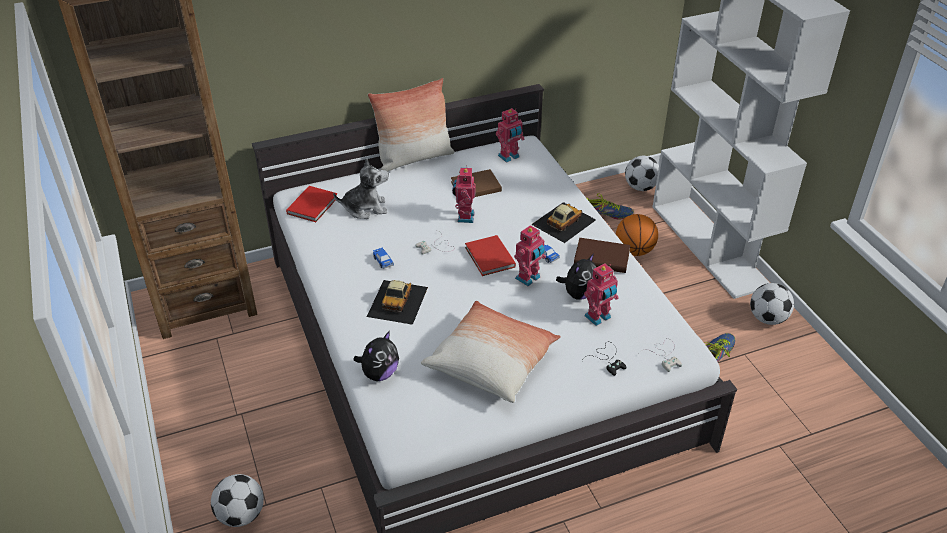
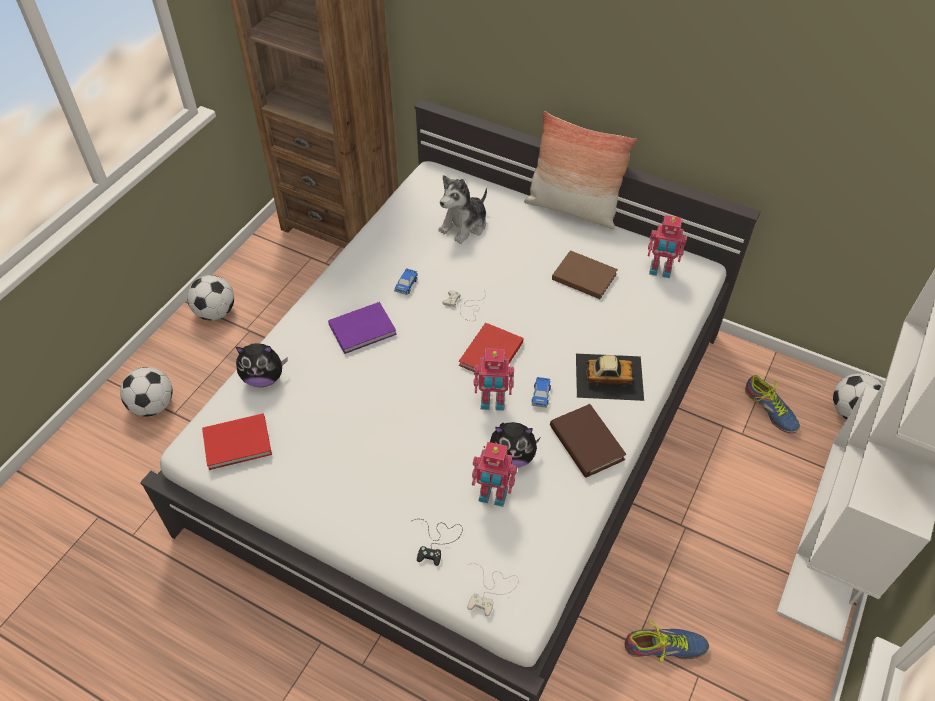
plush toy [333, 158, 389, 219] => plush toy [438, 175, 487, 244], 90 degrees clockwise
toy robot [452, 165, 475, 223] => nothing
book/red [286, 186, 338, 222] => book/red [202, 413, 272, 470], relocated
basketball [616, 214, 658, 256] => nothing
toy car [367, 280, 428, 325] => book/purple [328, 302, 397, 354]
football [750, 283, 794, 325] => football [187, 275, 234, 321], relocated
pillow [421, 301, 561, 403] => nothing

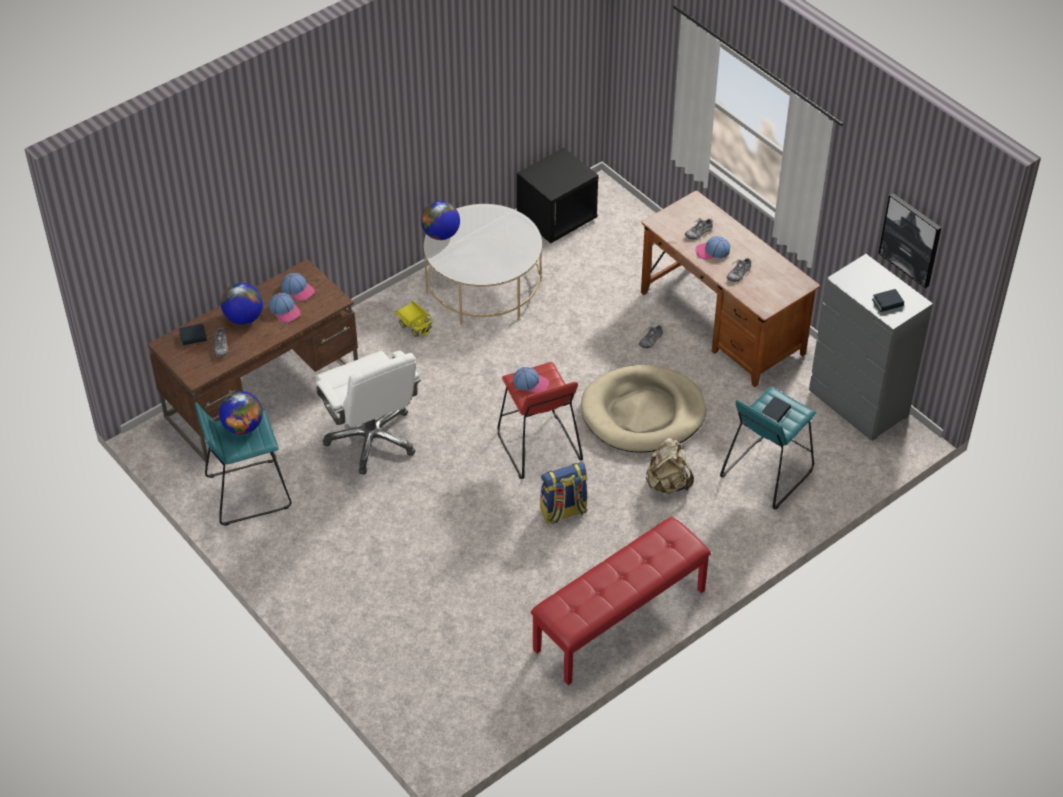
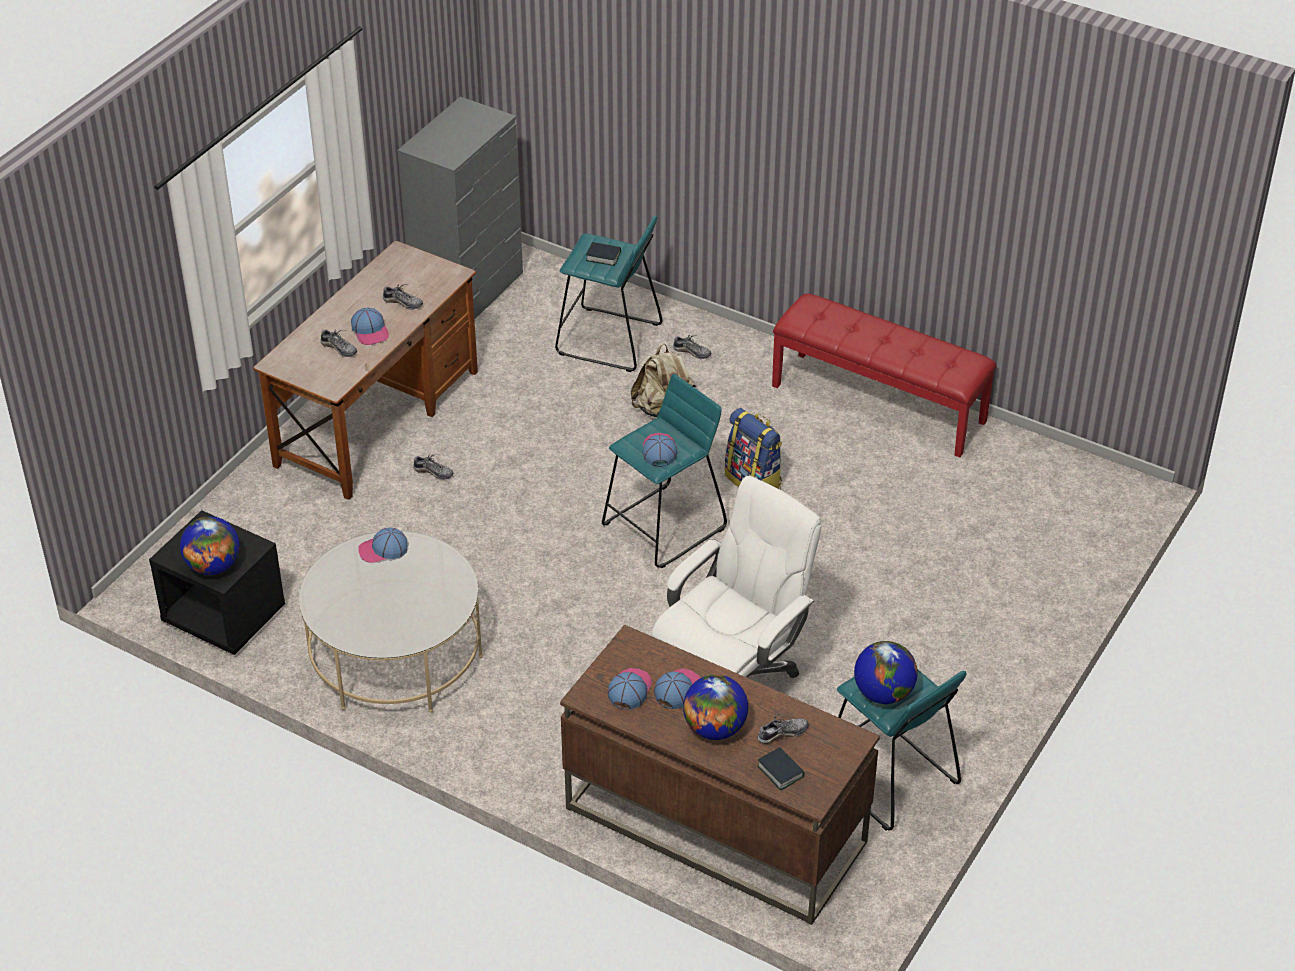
picture [878, 193, 941, 288] => nothing
globe [421, 201, 460, 240] => globe [180, 516, 240, 575], relocated
book [872, 289, 904, 312] => nothing
toy truck [396, 300, 432, 337] => nothing
stool/red [498, 362, 583, 479] => stool/turquoise [602, 374, 727, 568]
dog bed/beige [581, 365, 706, 453] => nothing
nothing => shoe [673, 335, 711, 359]
nothing => cap [358, 527, 408, 563]

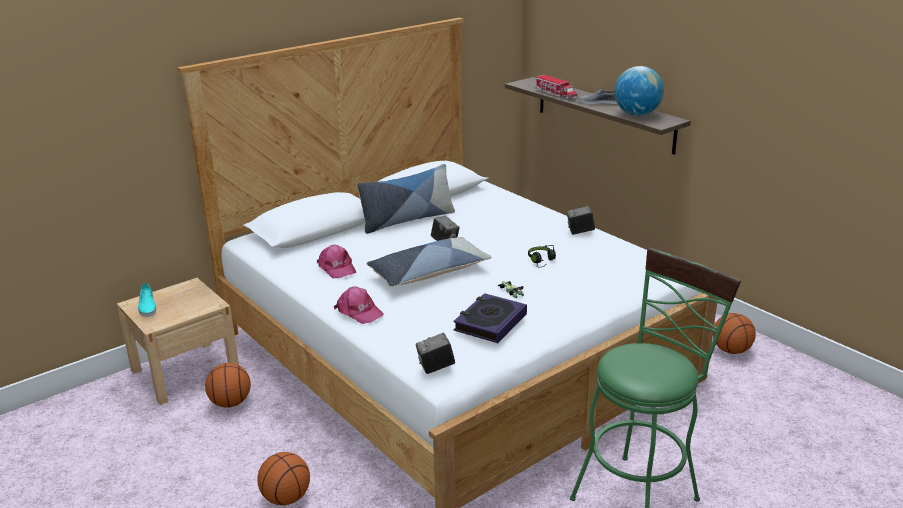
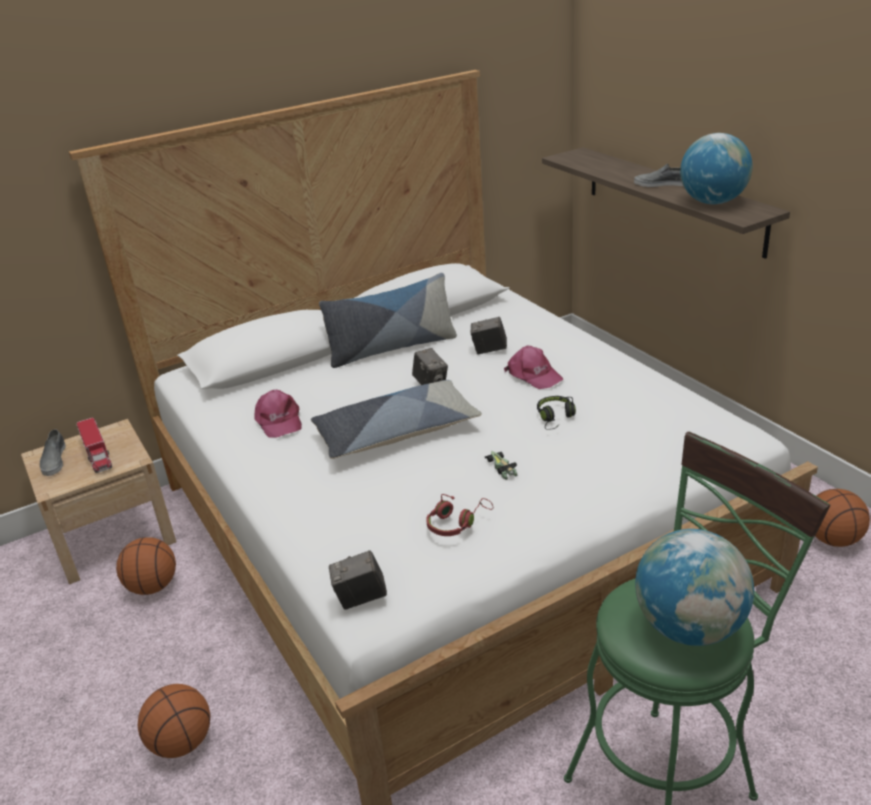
toy truck [535, 75, 578, 100] => toy truck [77, 418, 112, 473], relocated
photo camera [567, 206, 595, 235] => photo camera [471, 317, 507, 354], relocated
shoe/turquoise [138, 283, 156, 317] => shoe/grey [40, 429, 66, 476]
cap/pink [334, 286, 384, 324] => cap/pink [504, 346, 563, 389], relocated
book [453, 293, 527, 343] => headphones/red [426, 494, 493, 536]
nothing => globe [635, 529, 754, 646]

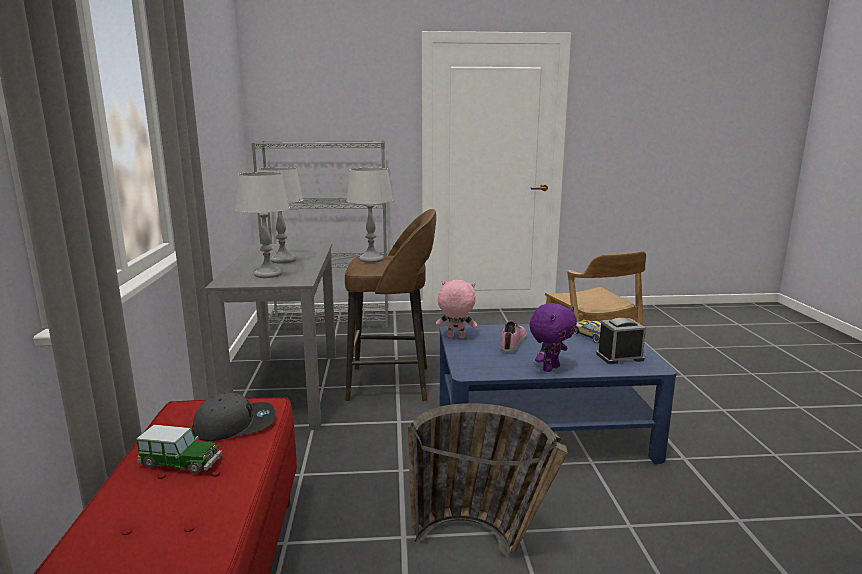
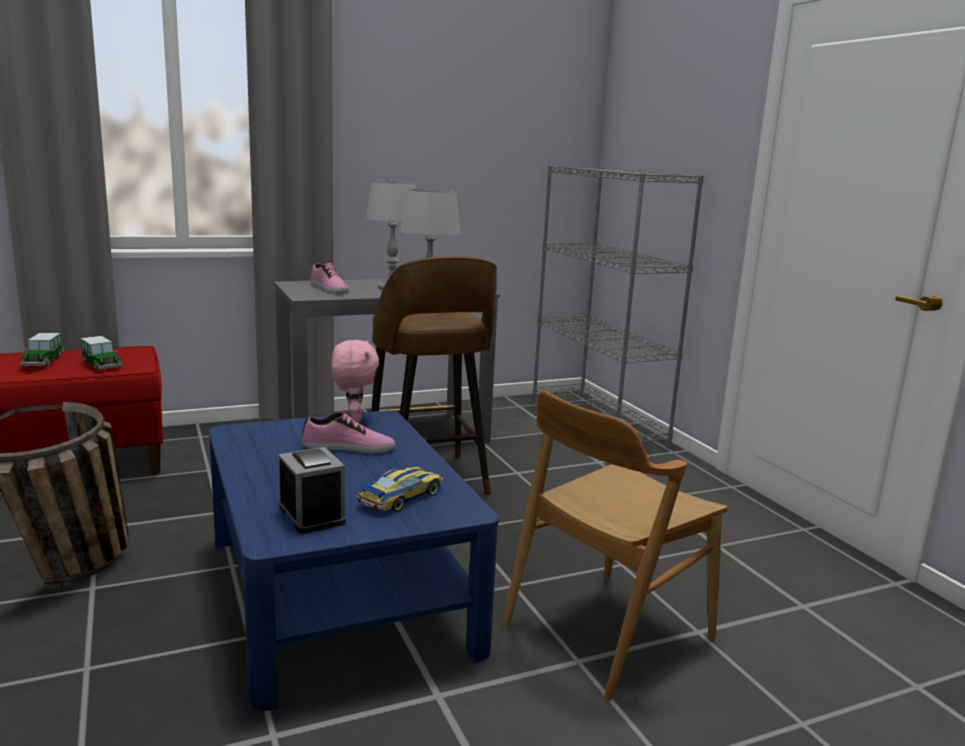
table lamp/grey [236, 172, 290, 278] => shoe [310, 263, 349, 293]
plush toy/purple [529, 303, 577, 372] => nothing
cap/grey [192, 393, 275, 441] => toy car [80, 336, 123, 371]

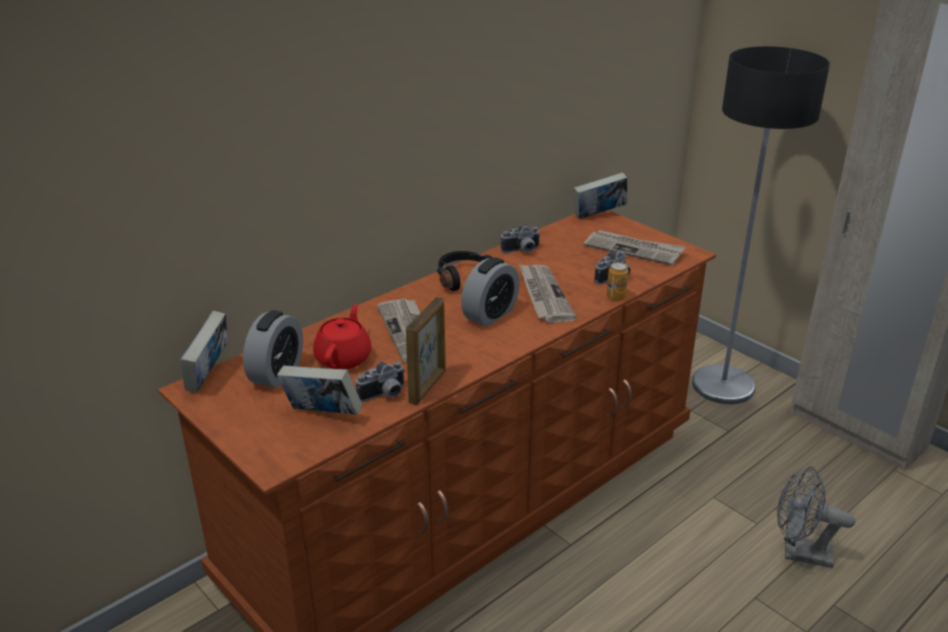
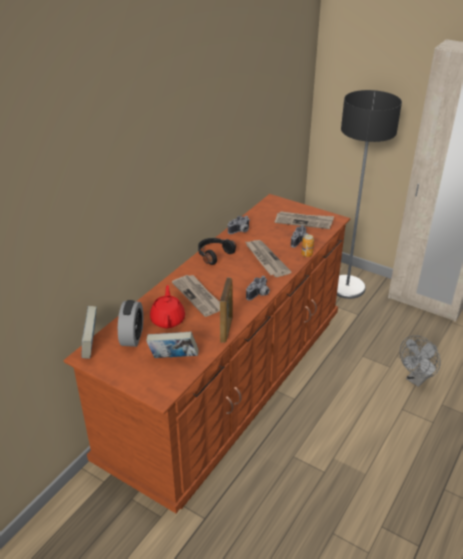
book [573, 172, 627, 219] => nothing
alarm clock [461, 257, 520, 327] => nothing
photo camera [356, 361, 405, 402] => photo camera [246, 276, 270, 301], relocated
fan/grey [777, 466, 855, 568] => fan/grey [400, 335, 441, 387], 45 degrees counterclockwise

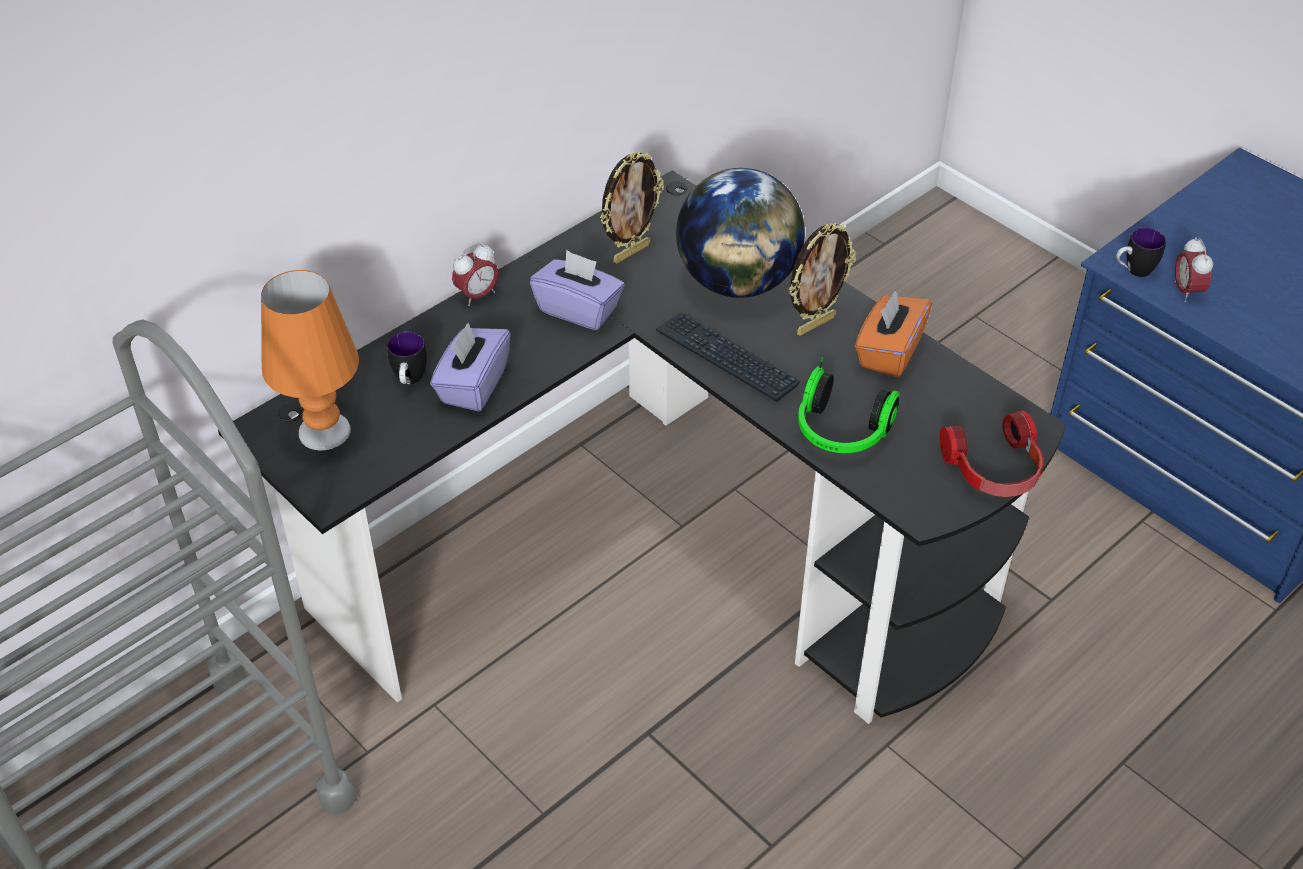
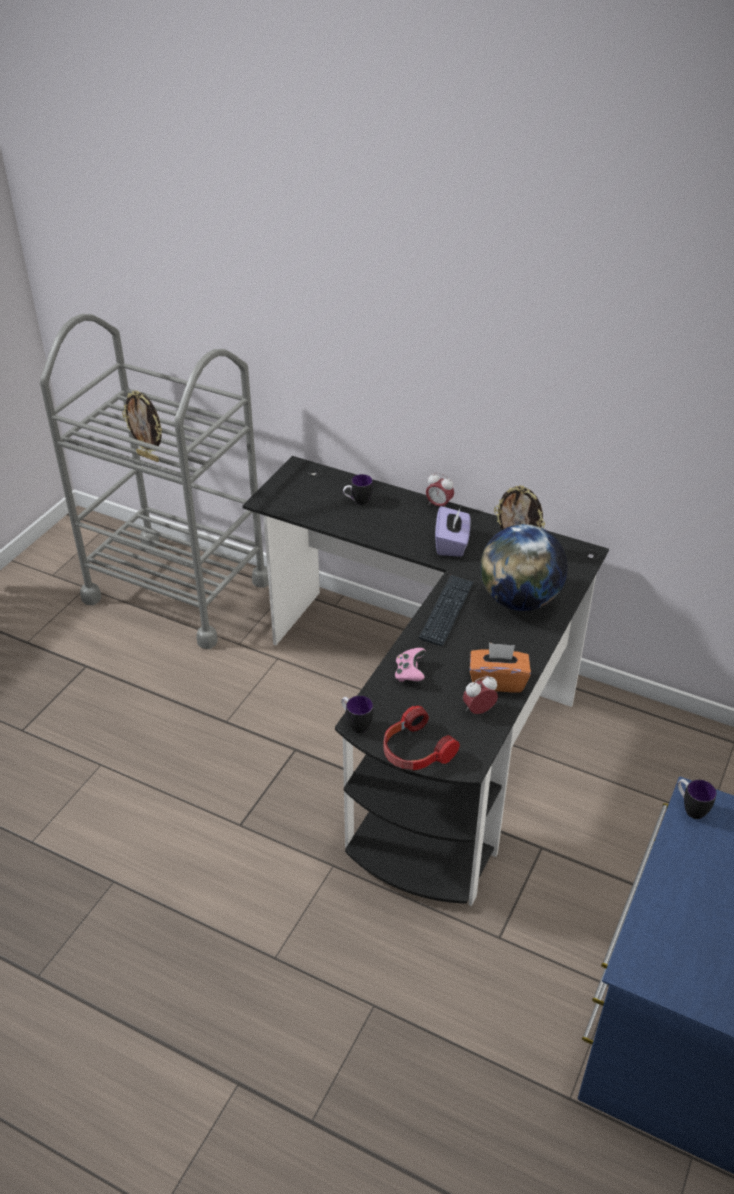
picture frame [789, 223, 856, 336] => picture frame [122, 391, 162, 462], relocated
alarm clock [1175, 237, 1213, 302] => alarm clock [463, 676, 498, 714], relocated
table lamp/orange [261, 270, 359, 450] => nothing
tissue box/purple [430, 323, 511, 412] => nothing
headphones [798, 357, 900, 453] => game controller/pink [395, 648, 426, 682]
nothing => mug [341, 696, 373, 733]

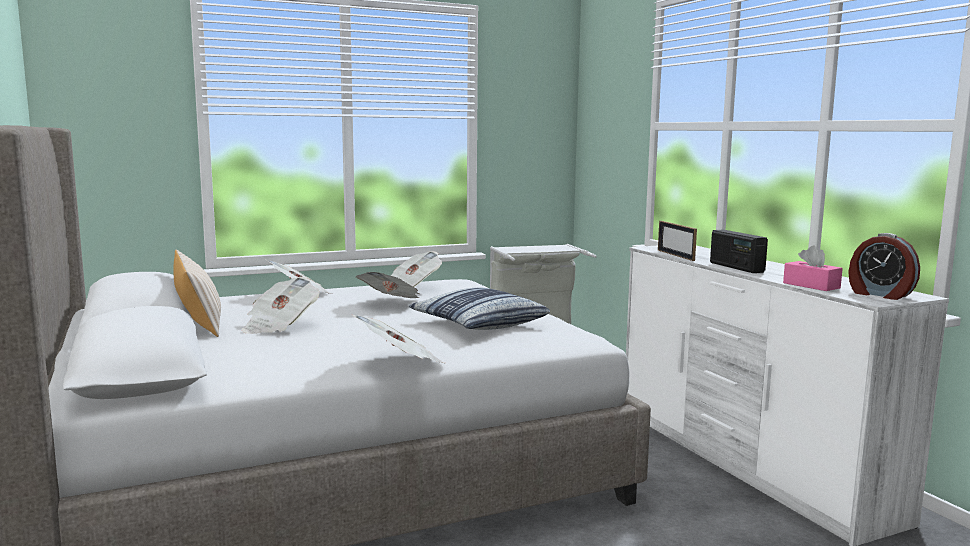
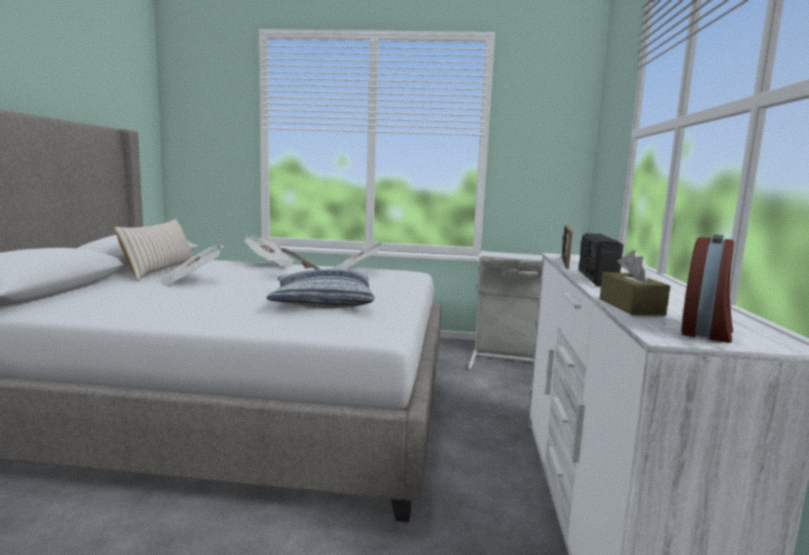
alarm clock [848, 233, 920, 300] => alarm clock [681, 234, 734, 343], 135 degrees counterclockwise
tissue box/pink [783, 246, 843, 291] => tissue box/brown [600, 250, 670, 316]
newspaper [353, 315, 445, 363] => nothing

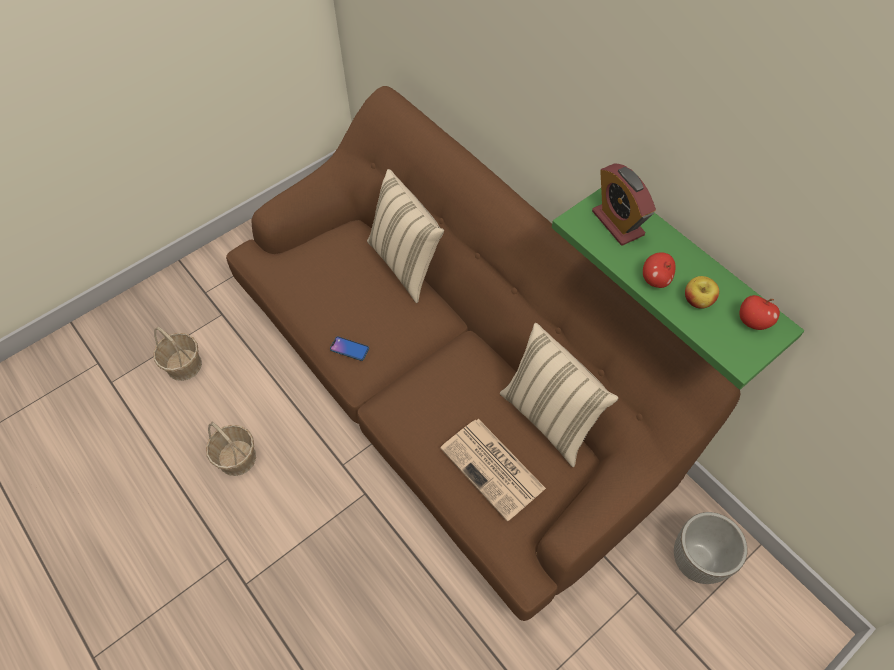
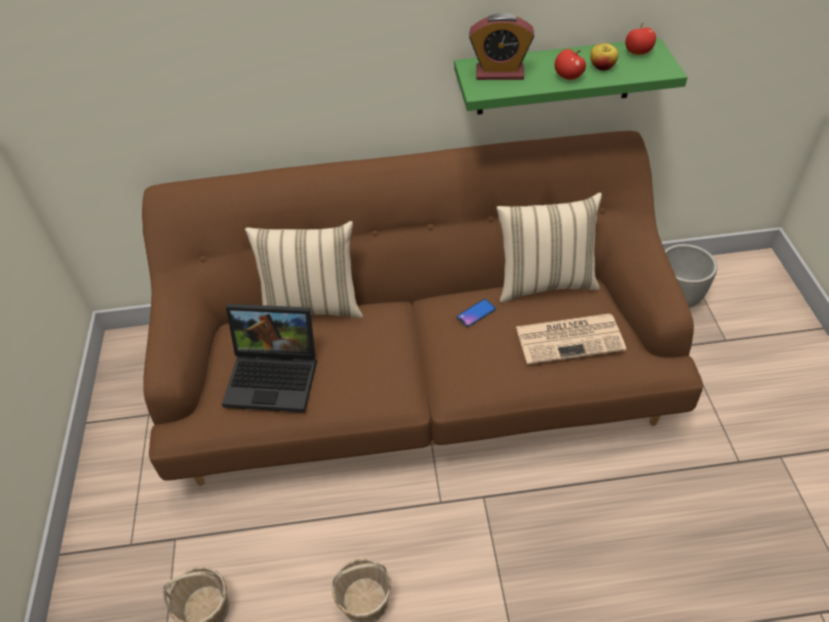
phone [330, 336, 369, 361] => phone [457, 299, 496, 327], relocated
nothing => laptop [222, 304, 317, 413]

